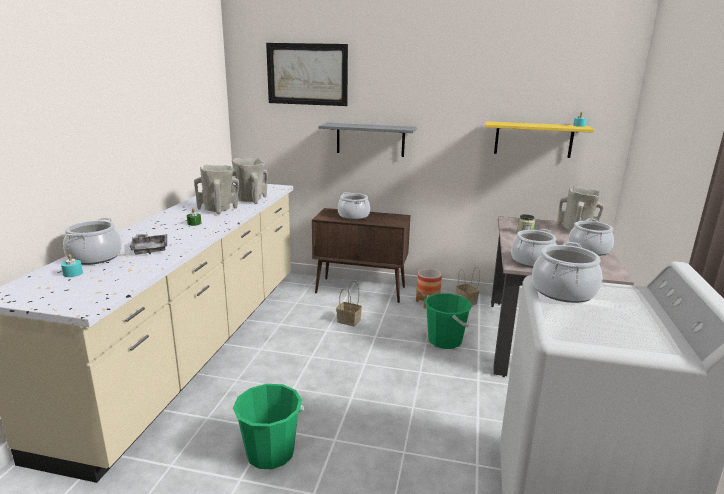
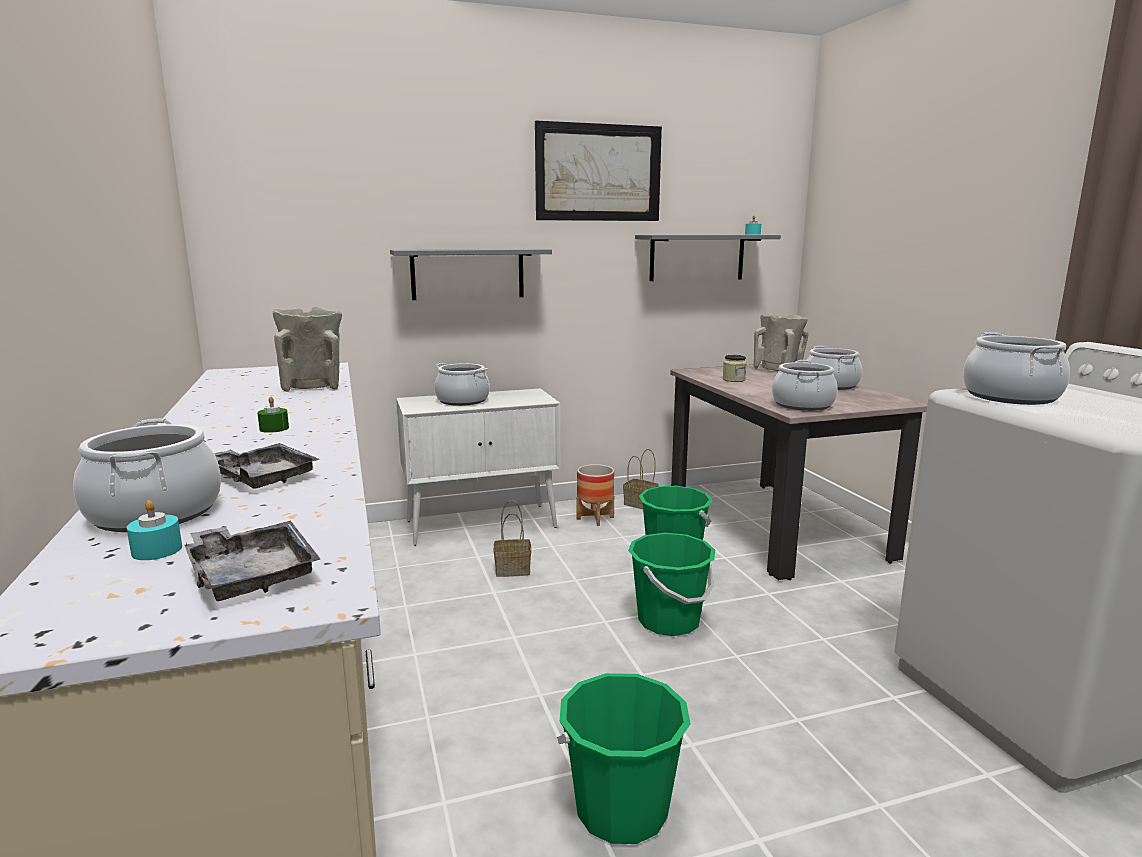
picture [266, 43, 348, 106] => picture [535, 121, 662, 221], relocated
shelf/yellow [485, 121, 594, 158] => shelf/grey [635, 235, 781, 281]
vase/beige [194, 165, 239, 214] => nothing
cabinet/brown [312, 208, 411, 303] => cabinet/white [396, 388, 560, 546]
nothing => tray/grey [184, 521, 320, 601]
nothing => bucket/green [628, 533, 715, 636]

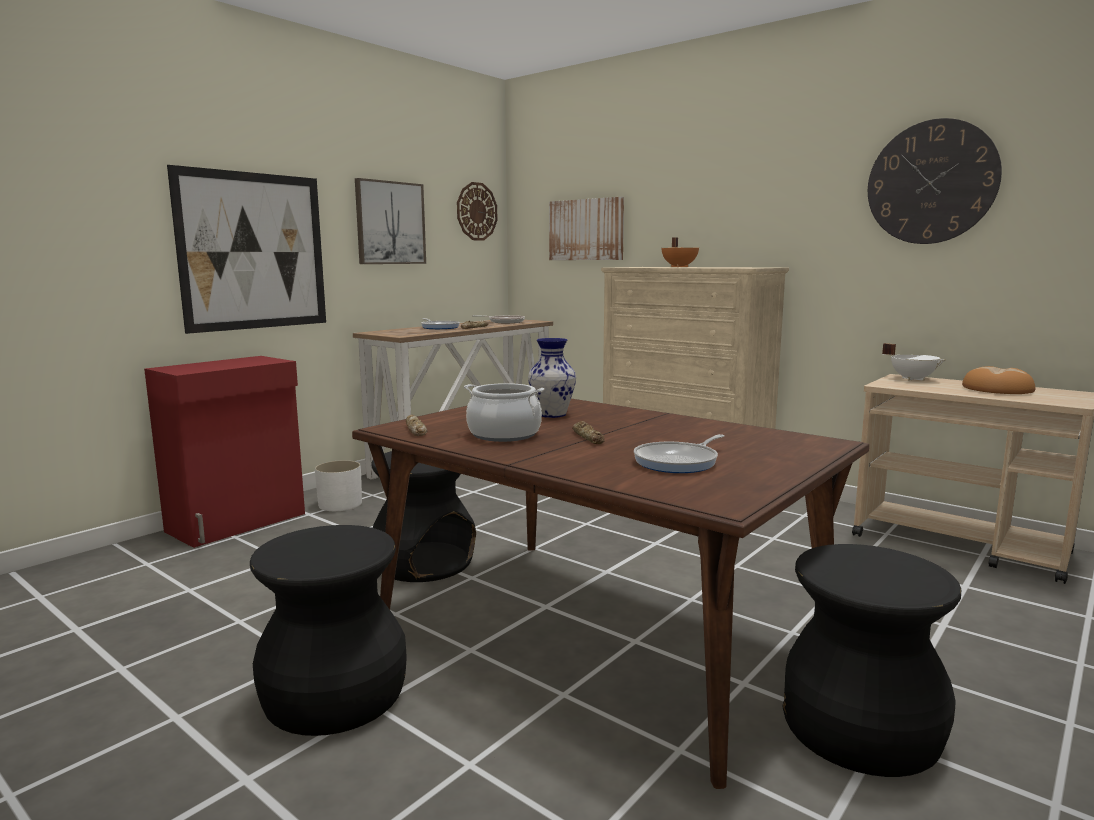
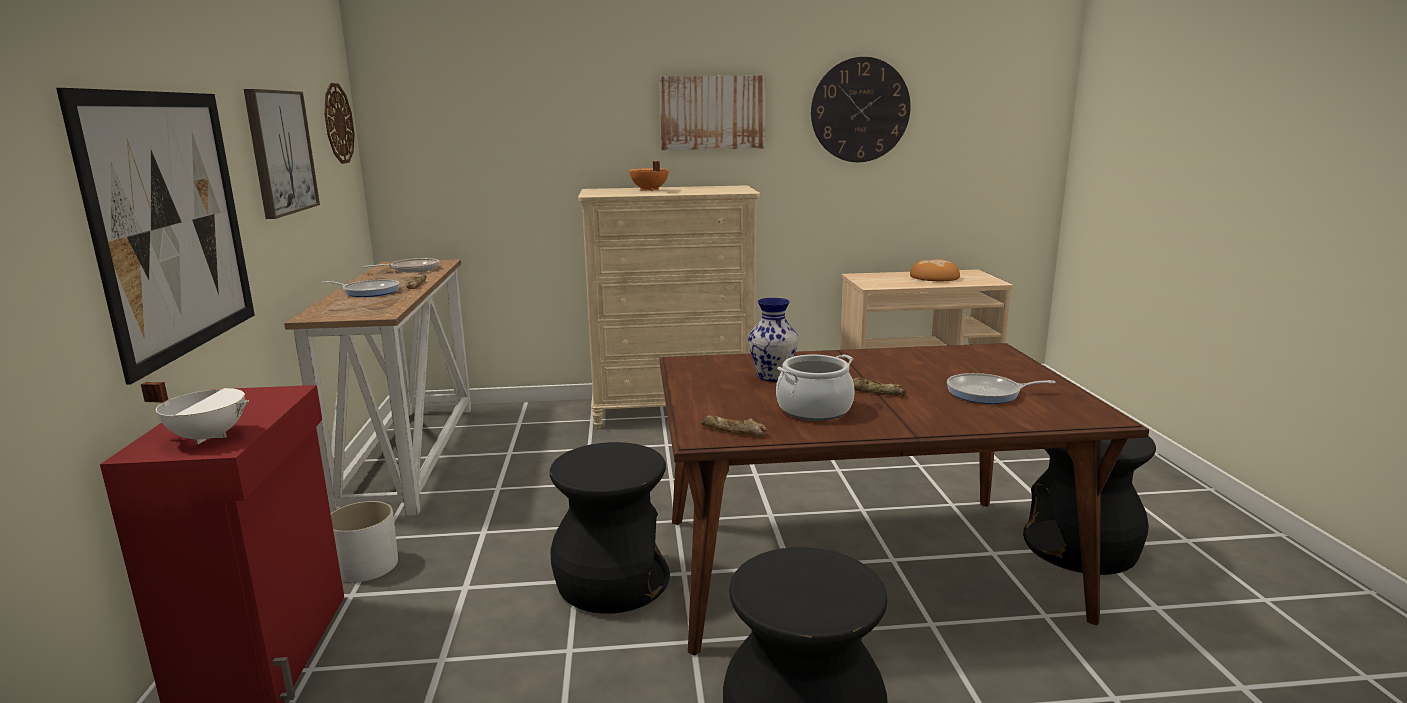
picture [549, 197, 624, 260] => picture [659, 75, 766, 150], relocated
cooking pot/white [882, 343, 945, 381] => cooking pot/white [141, 382, 249, 445], relocated
frying pan [634, 434, 724, 473] => frying pan [947, 373, 1055, 404], 90 degrees clockwise

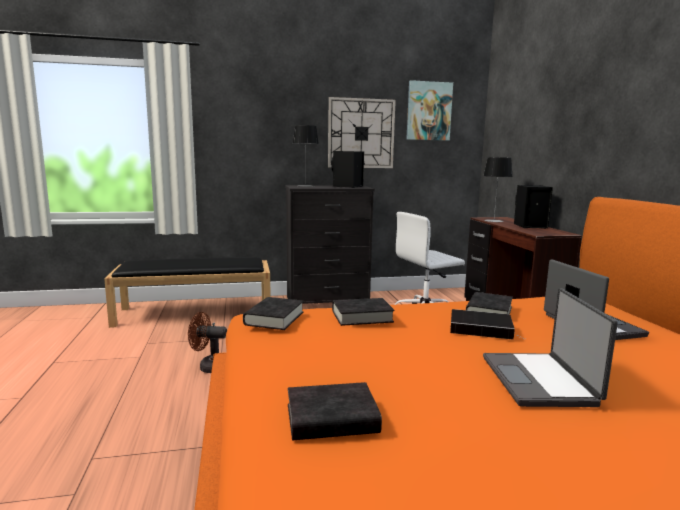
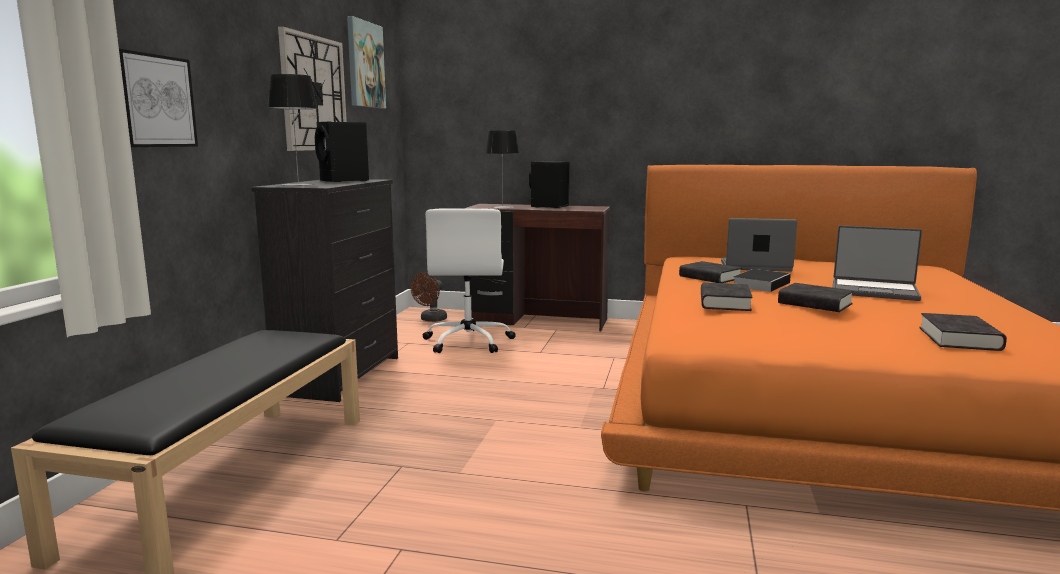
book/black [243, 297, 304, 330] => book/black [778, 283, 854, 312], relocated
fan/brown [188, 312, 227, 373] => fan/brown [411, 272, 447, 322], relocated
nothing => picture [119, 49, 198, 147]

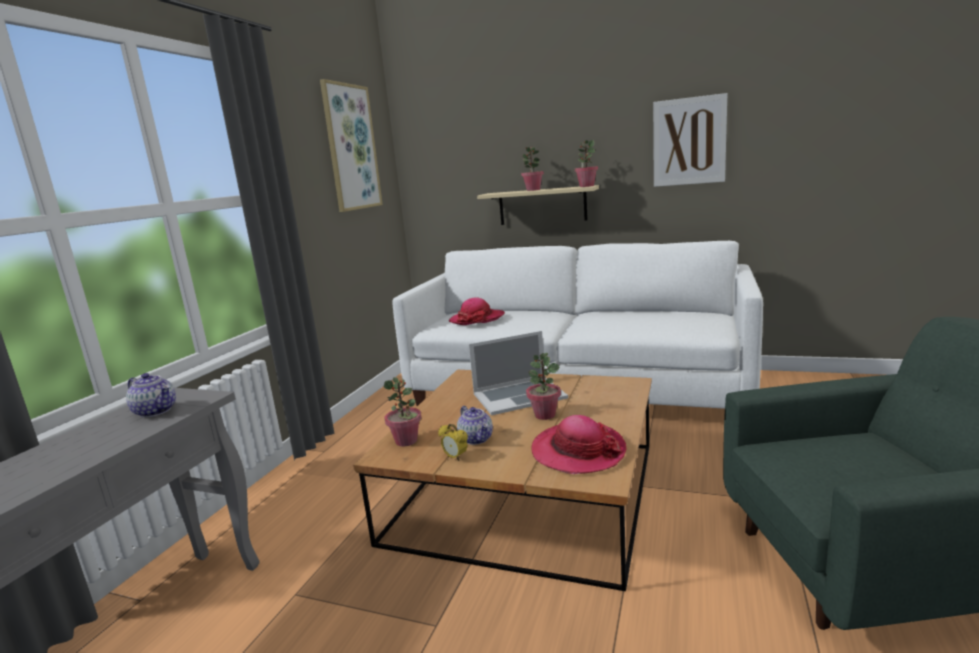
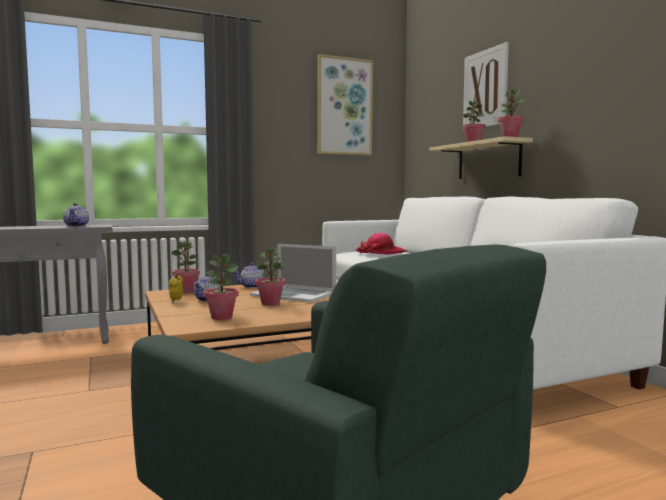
picture [653, 93, 727, 187] => picture [463, 42, 509, 131], relocated
hat [532, 415, 627, 474] => potted plant [204, 254, 239, 320]
nothing => teapot [234, 263, 270, 288]

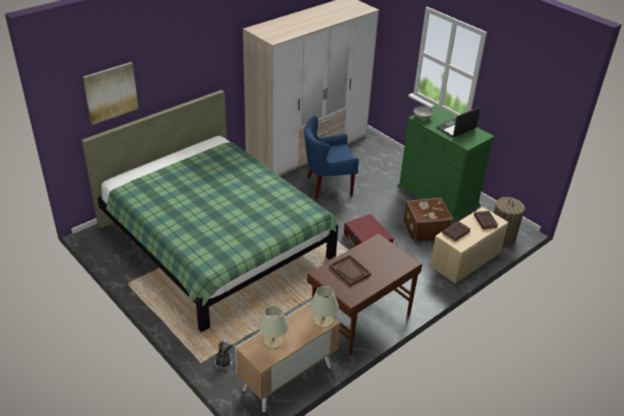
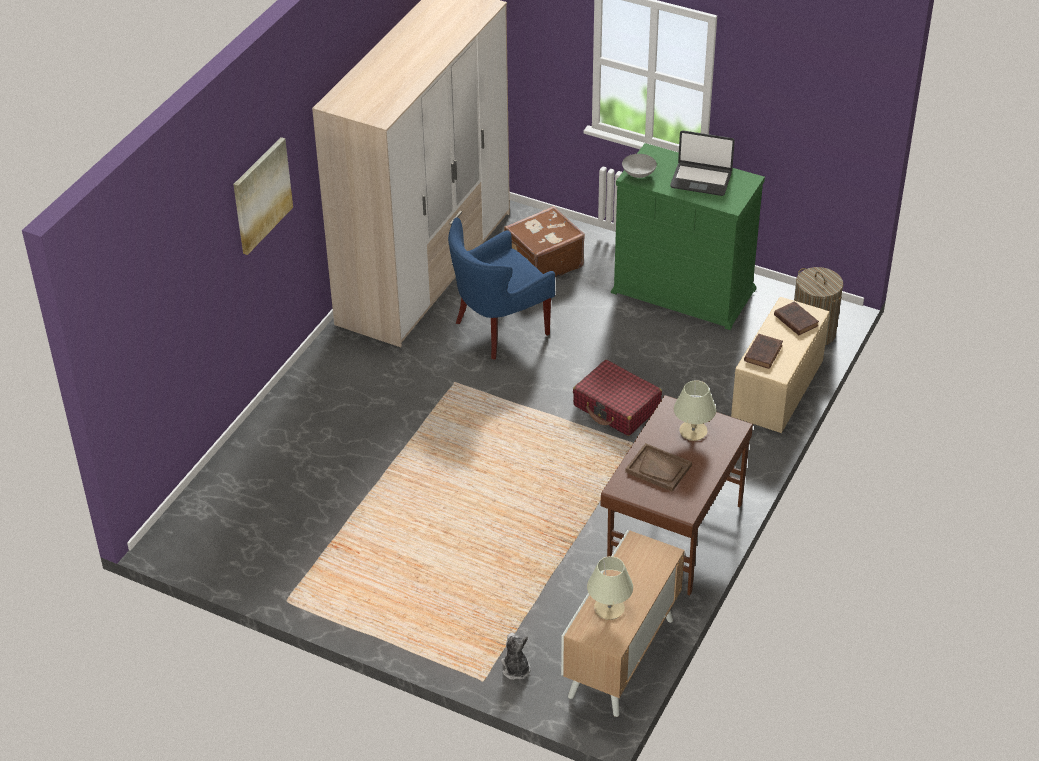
picture [83, 62, 139, 125] => picture [233, 137, 293, 255], relocated
bed/green [82, 90, 338, 332] => nothing
laptop [436, 107, 480, 137] => laptop [670, 131, 735, 196], 105 degrees counterclockwise
suitcase/brown [403, 197, 453, 242] => suitcase/brown [504, 206, 585, 277], relocated
table lamp/beige [309, 286, 339, 328] => table lamp/beige [674, 380, 716, 441], relocated

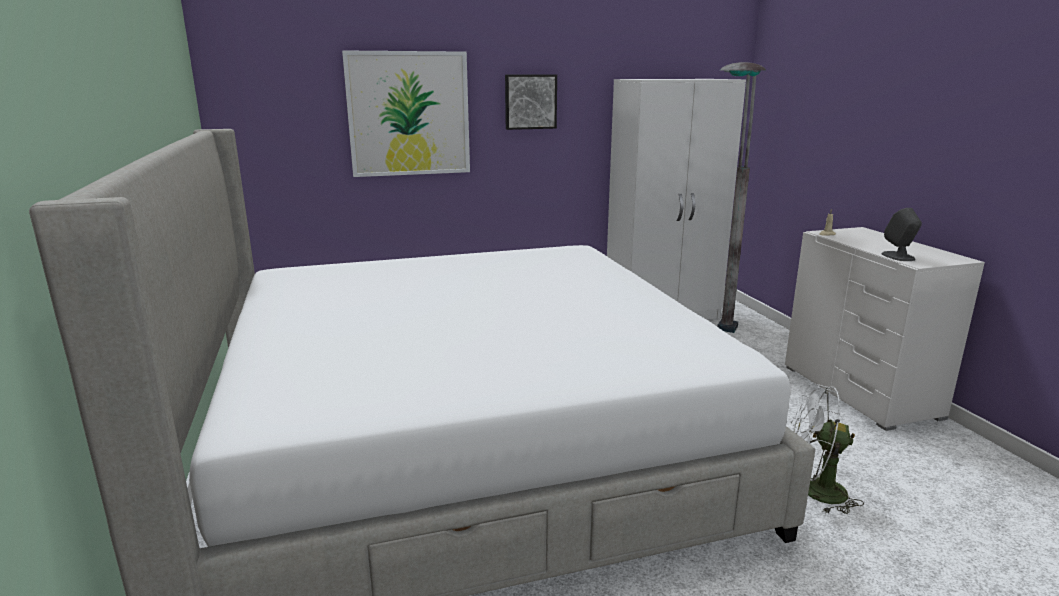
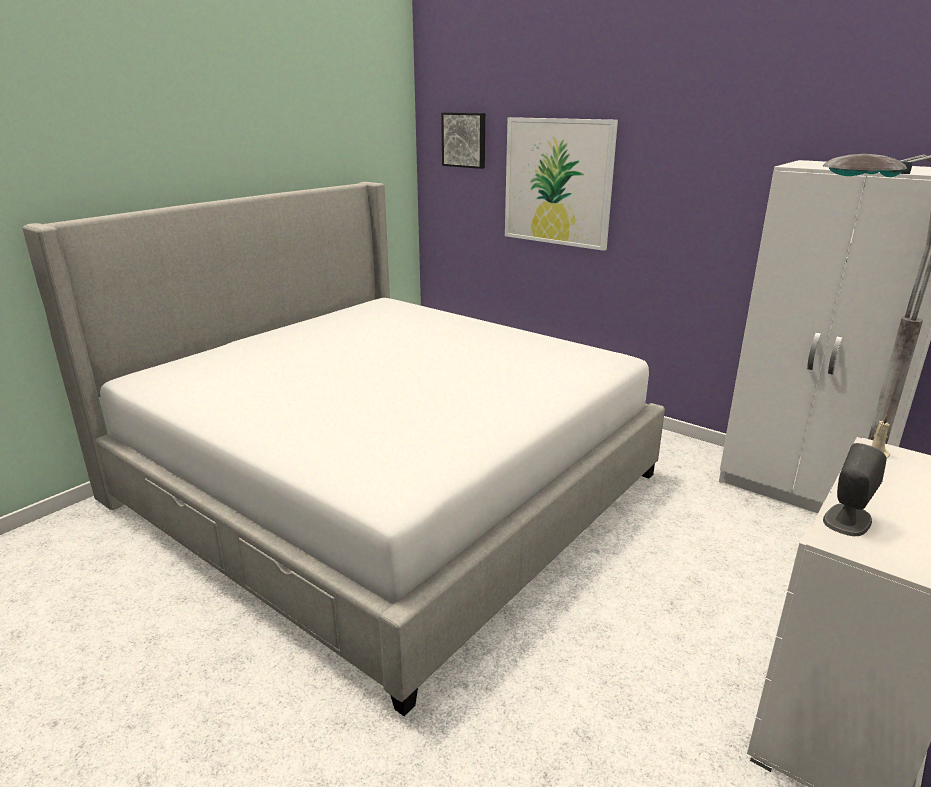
picture [505, 75, 557, 130] => picture [441, 112, 485, 169], relocated
fan/white [791, 383, 864, 514] => nothing

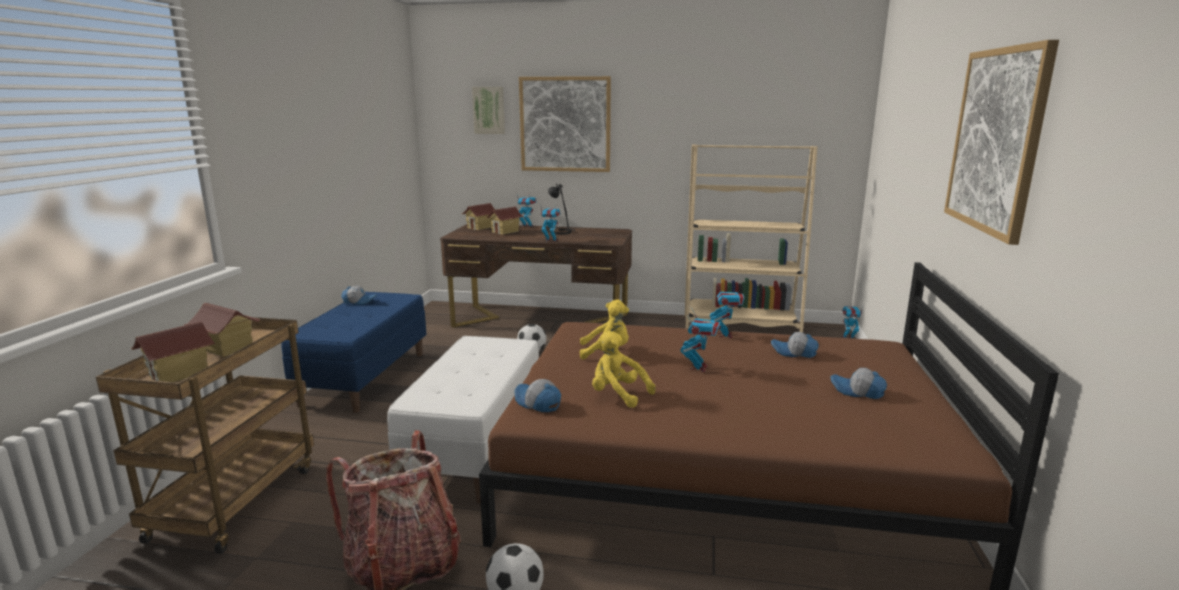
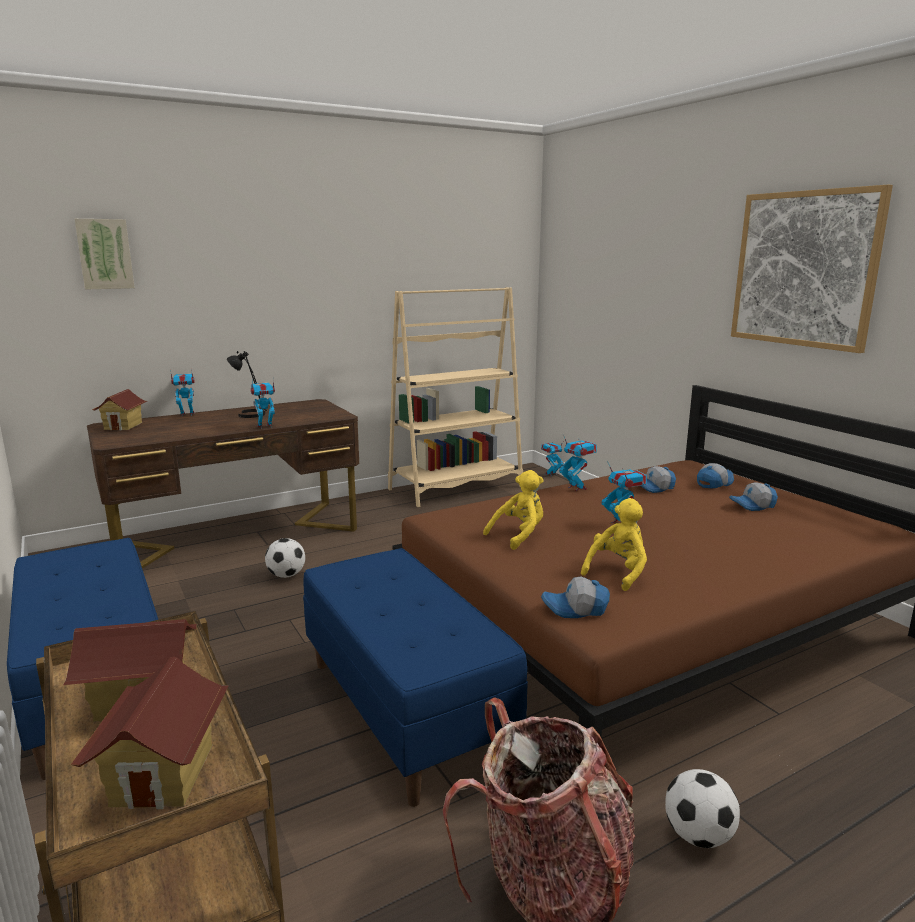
picture [519, 76, 611, 172] => nothing
toy house [486, 207, 524, 235] => nothing
cap [341, 286, 377, 305] => cap [697, 463, 734, 488], relocated
plush toy/yellow [592, 331, 656, 408] => plush toy/yellow [581, 498, 647, 591], 135 degrees clockwise
bench/white [387, 336, 539, 504] => bench/blue [303, 548, 528, 807]

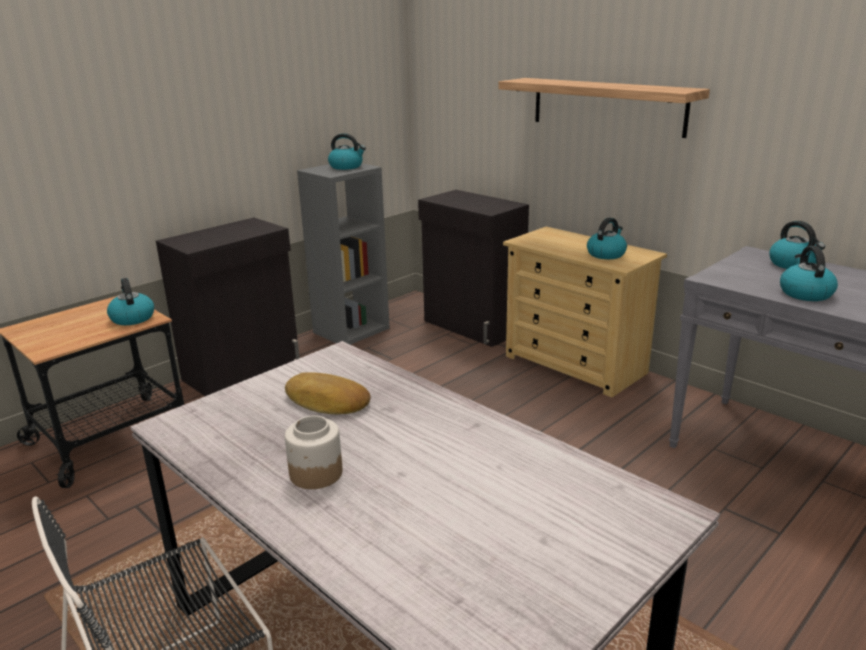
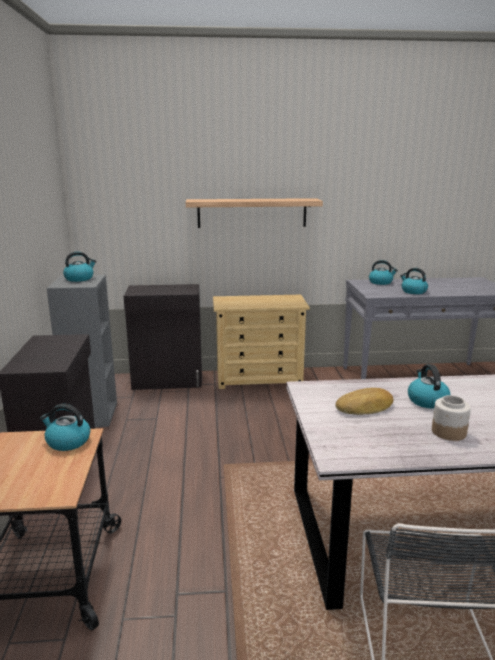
kettle [587, 218, 627, 259] => kettle [408, 364, 451, 409], relocated

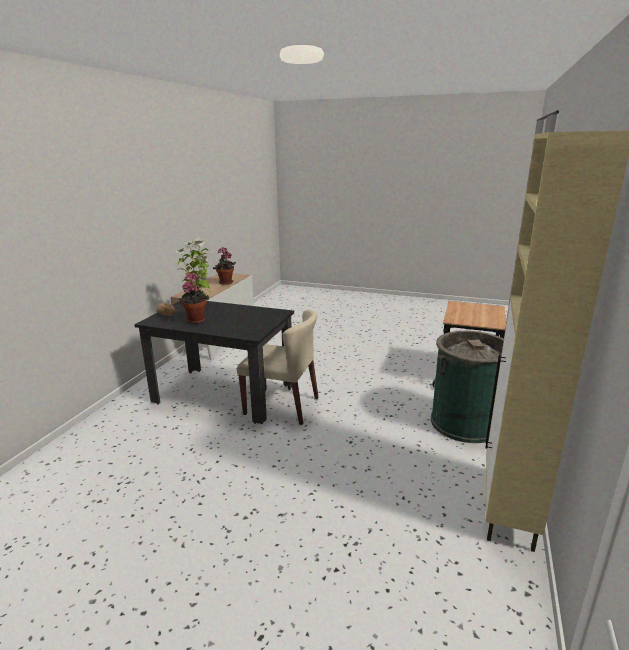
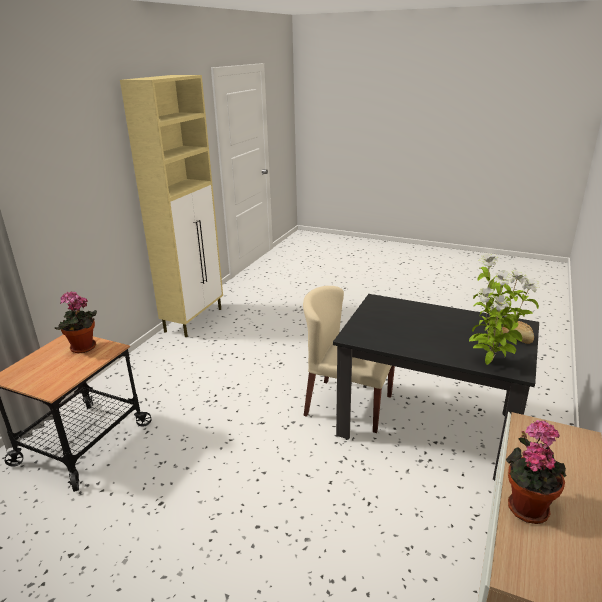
potted plant [179, 272, 209, 324] => potted plant [55, 292, 97, 353], relocated
trash can/green [431, 331, 504, 443] => nothing

